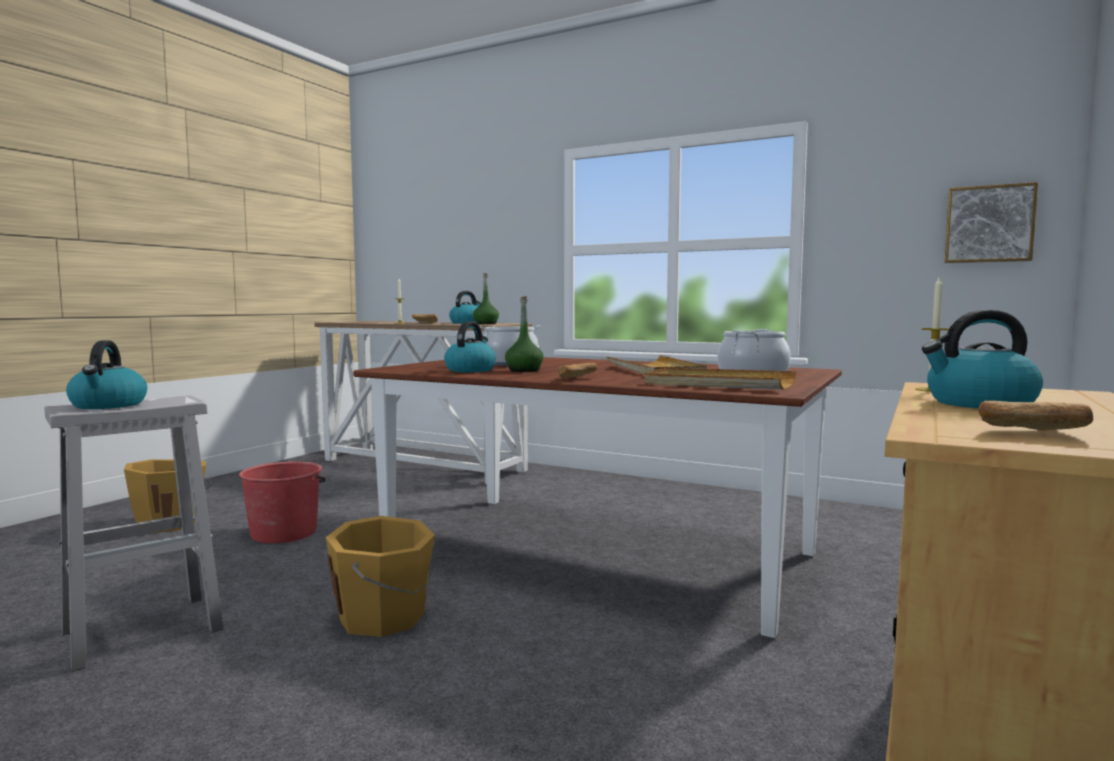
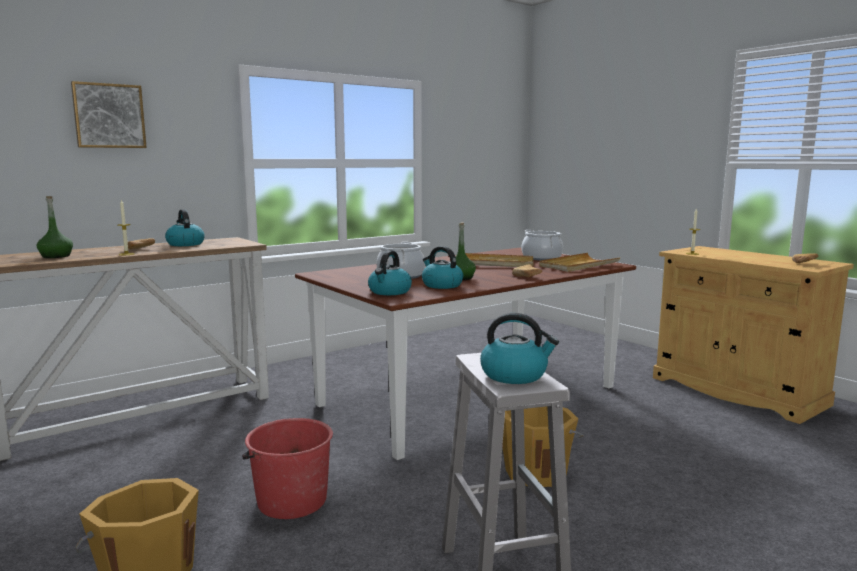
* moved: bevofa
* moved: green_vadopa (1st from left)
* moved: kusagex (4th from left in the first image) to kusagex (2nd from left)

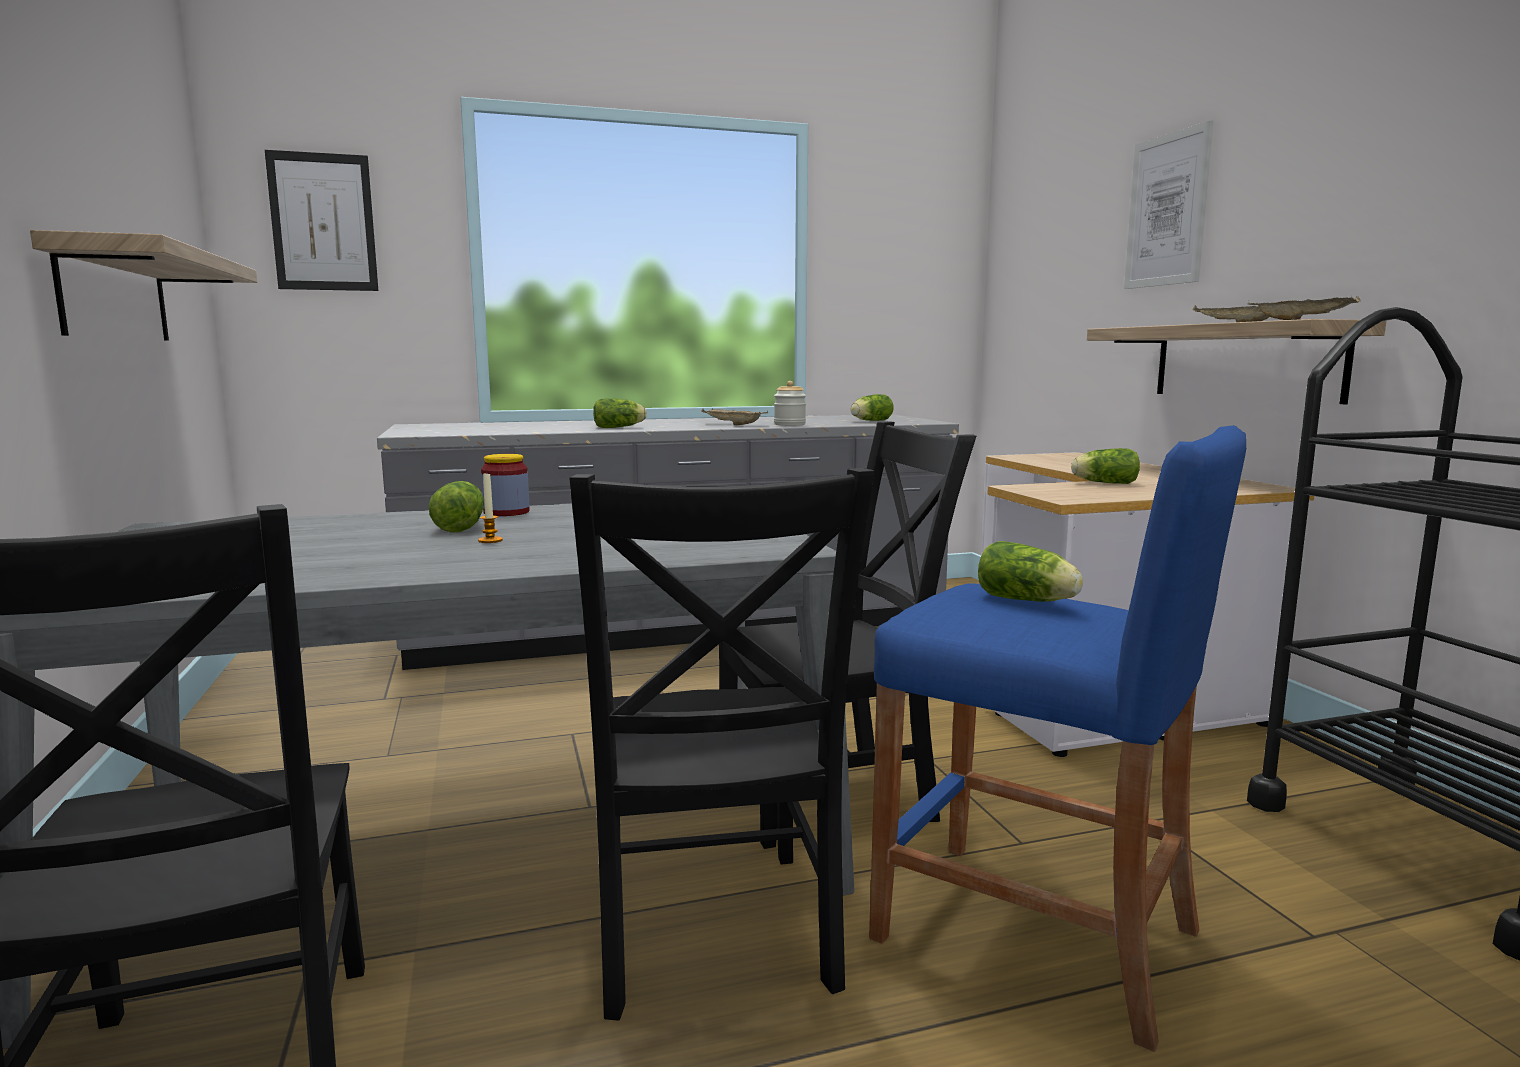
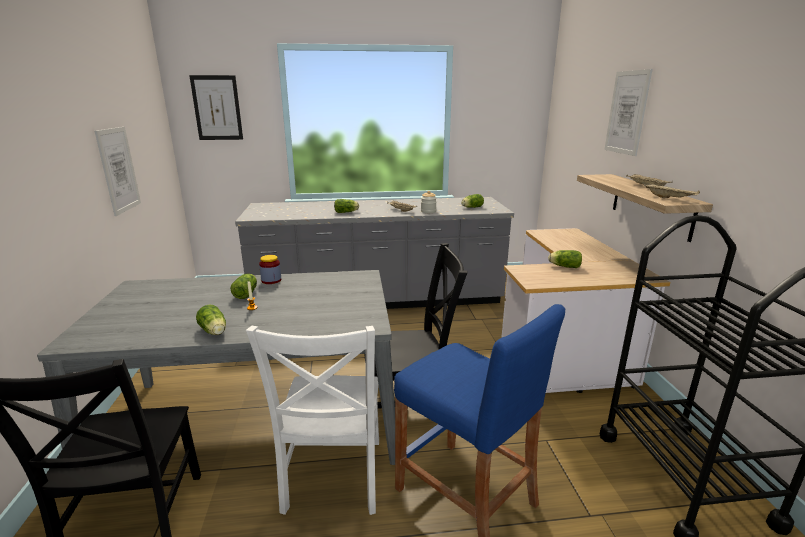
* replaced: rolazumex (1st from left) to bevofa (1st from left)
* recoloured: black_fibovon (2nd from left) to white_fibovon
* moved: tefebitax (4th from left in the first image) to tefebitax (1st from left)

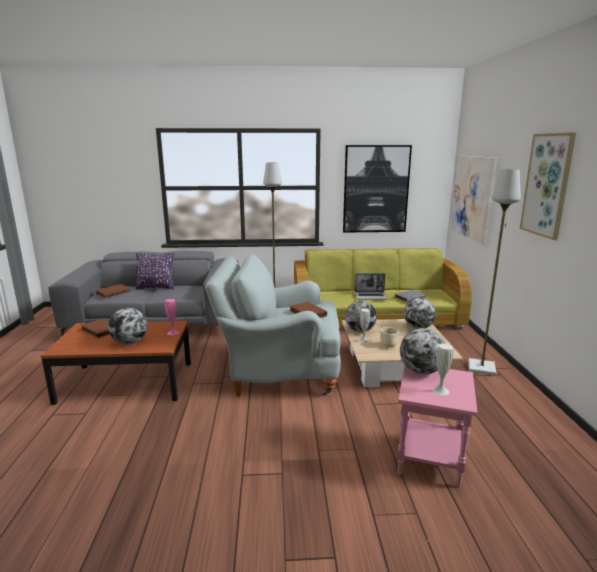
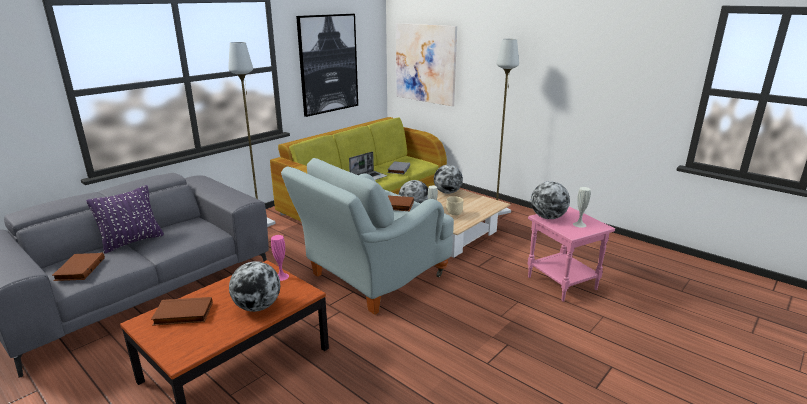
* removed: bevofa (3rd from left)

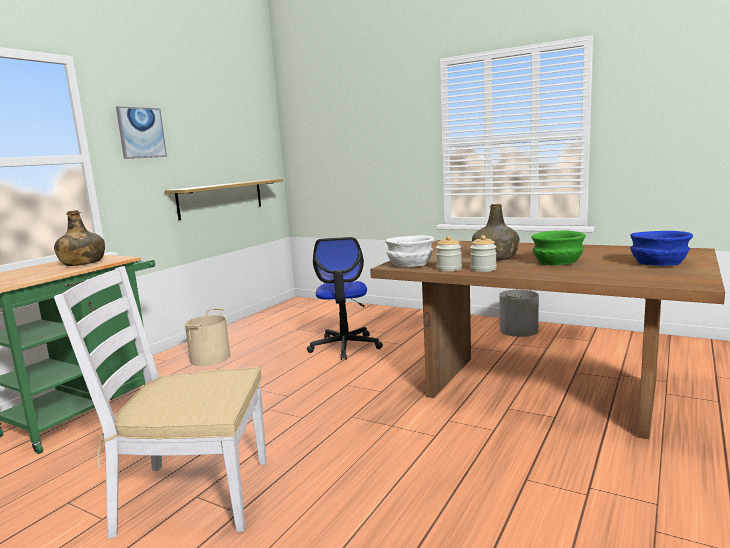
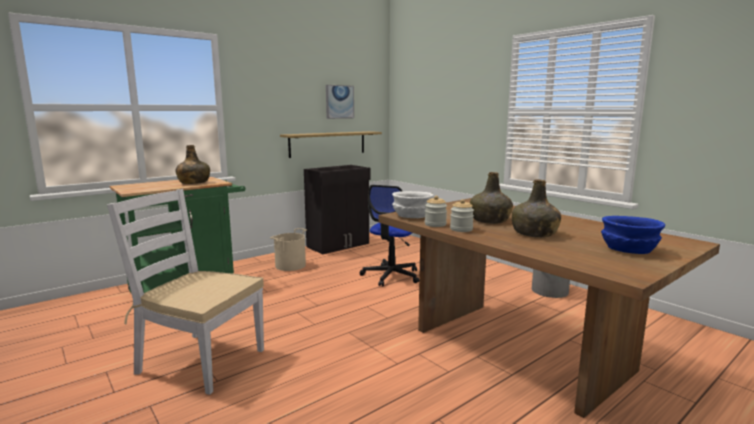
* moved: bevofa
* replaced: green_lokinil to green_vadopa (3rd from left)
* added: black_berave

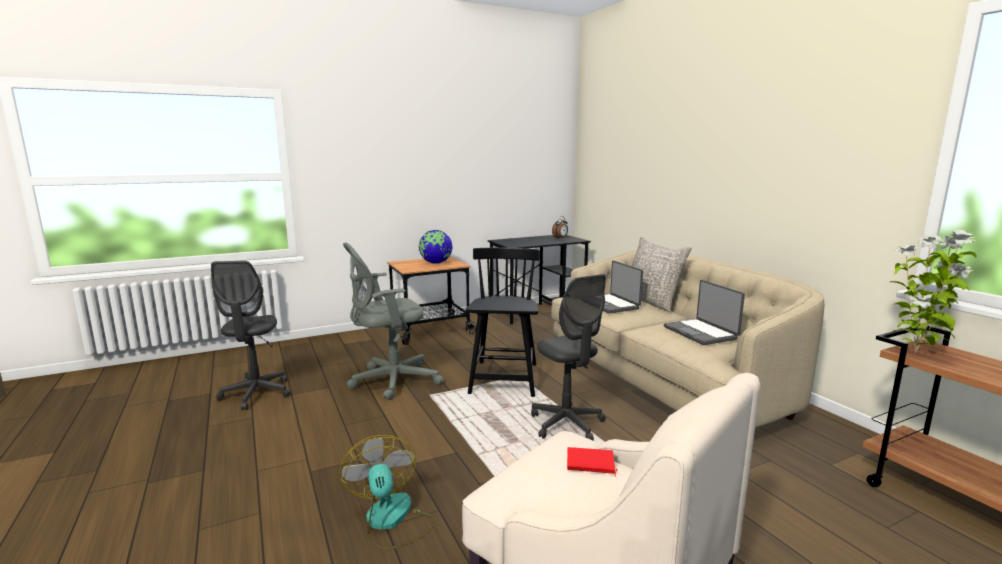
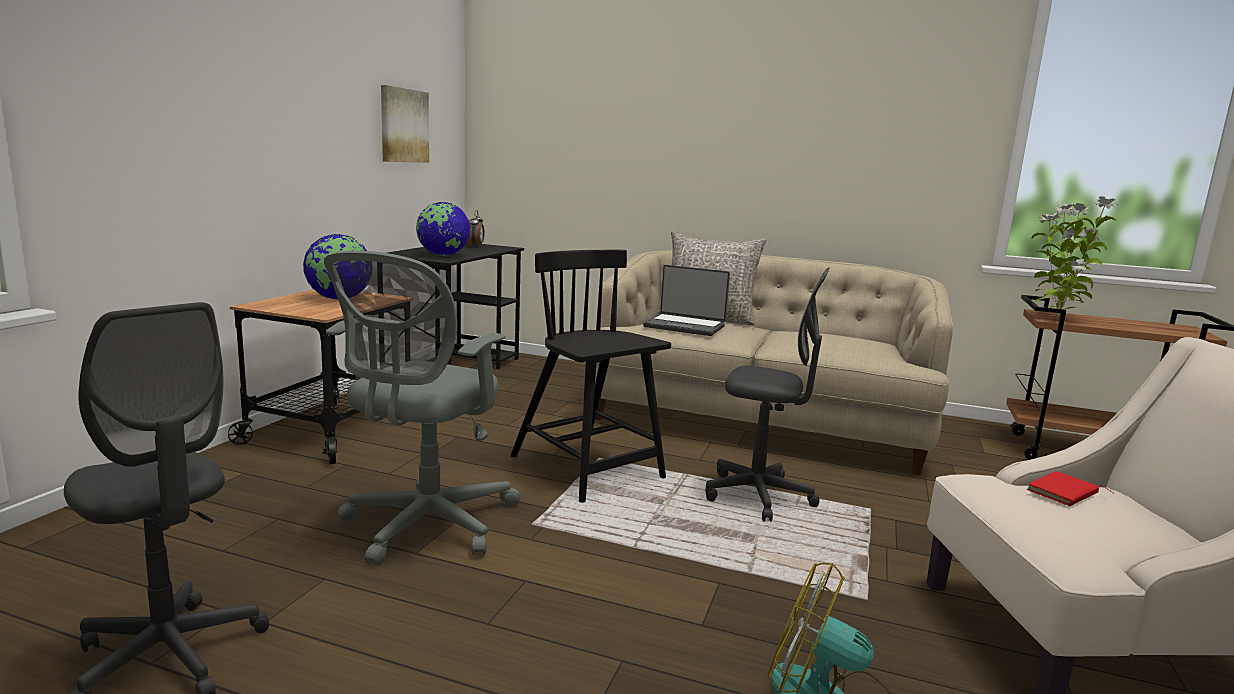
* removed: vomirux (2nd from left)
* added: bevofa
* added: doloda (2nd from left)

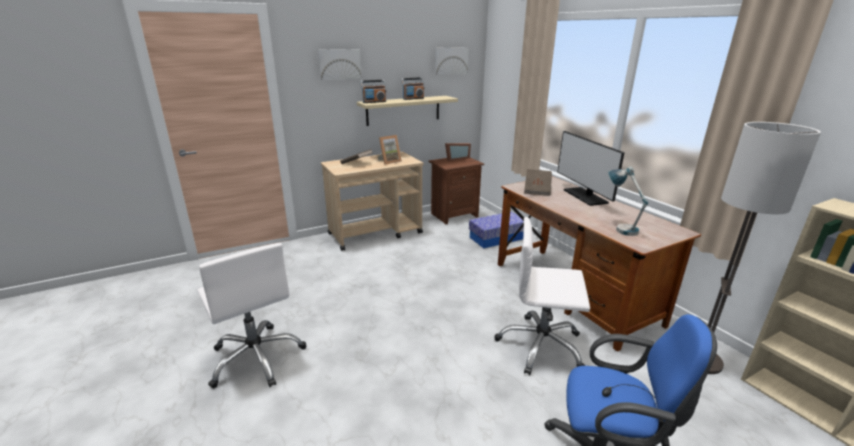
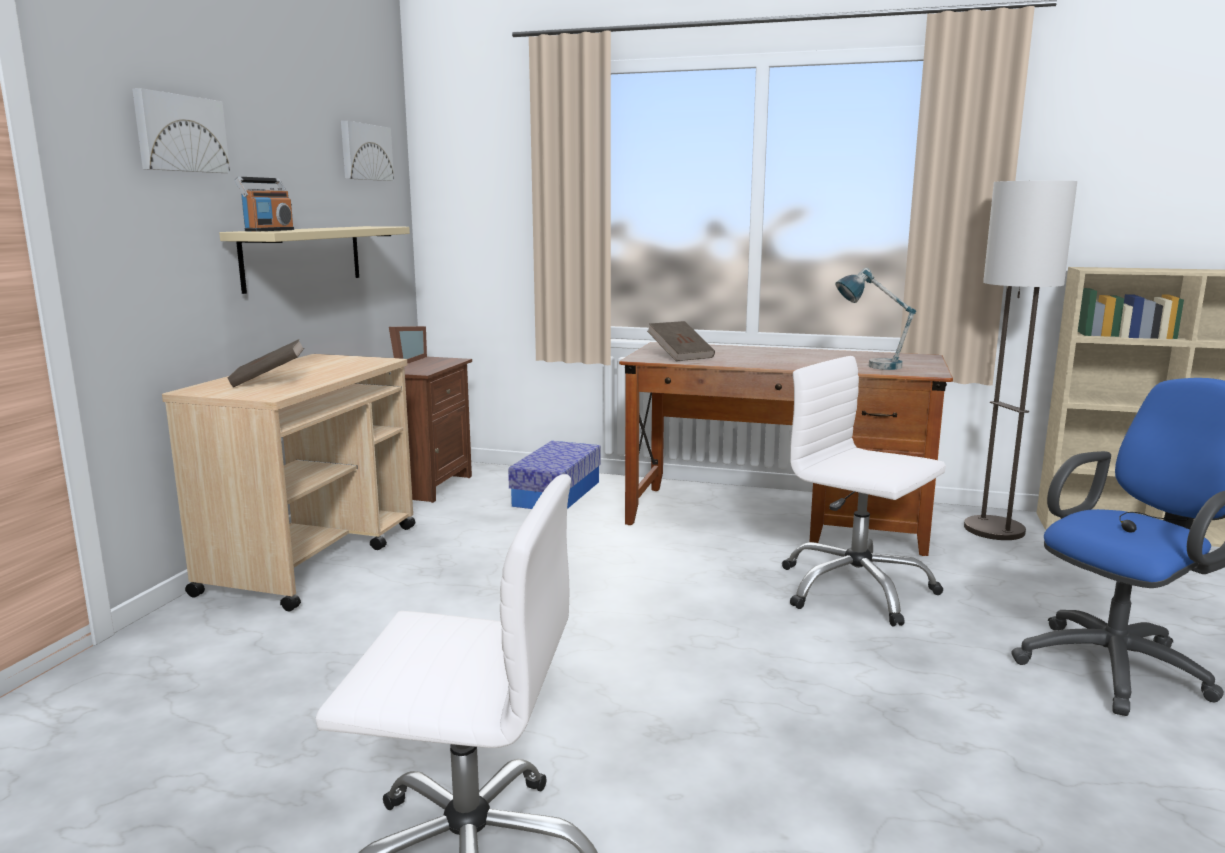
* removed: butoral (2nd from left)
* removed: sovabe
* removed: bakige (1st from left)
* turned: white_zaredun (2nd from left) 75 degrees clockwise

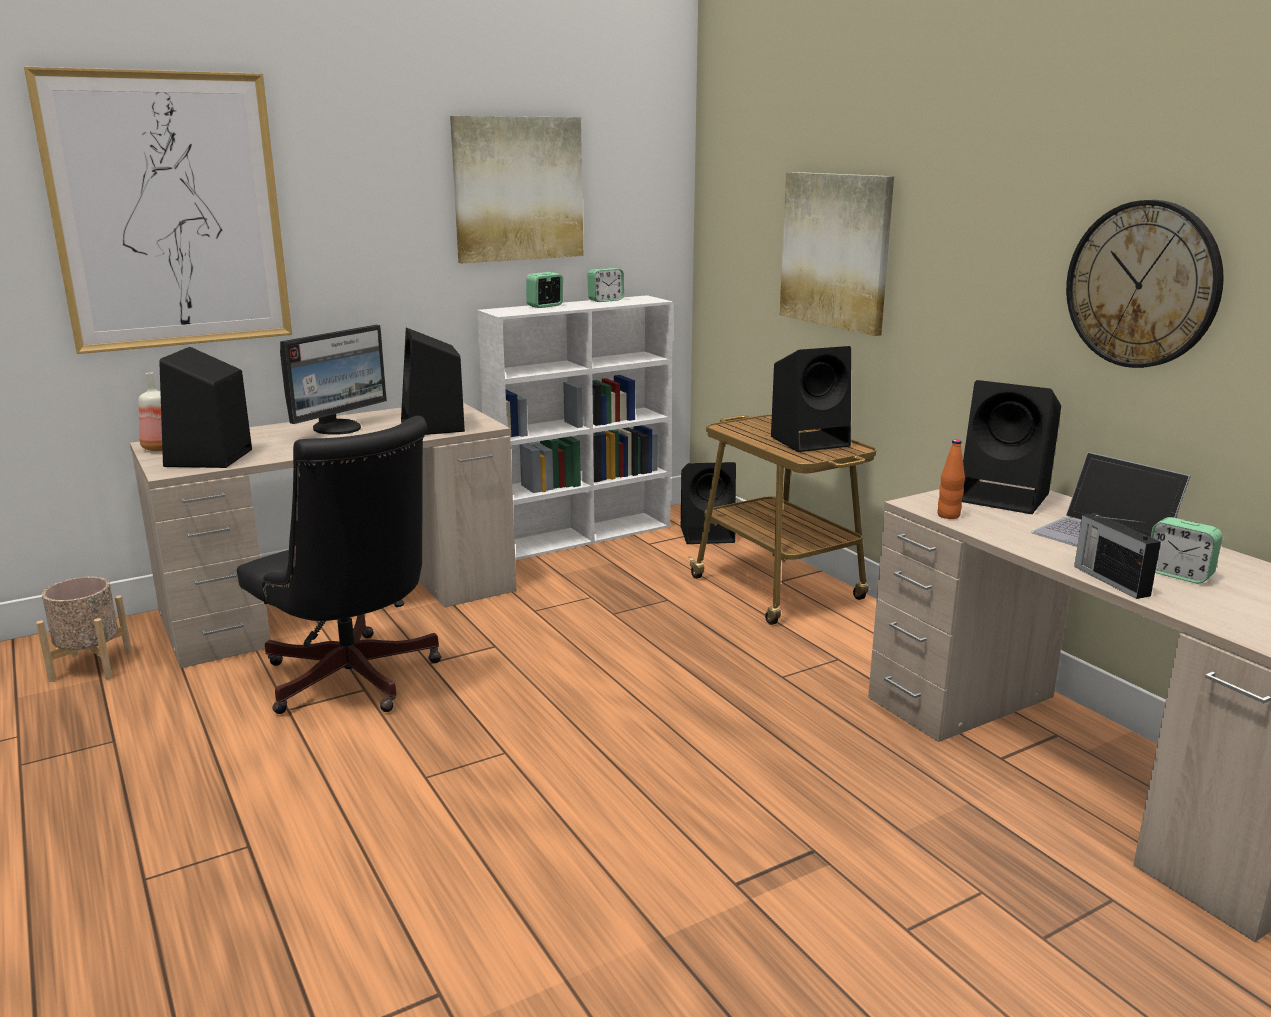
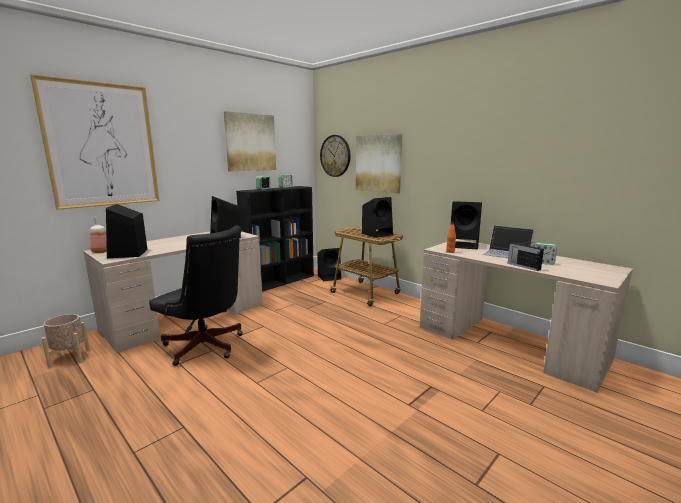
* moved: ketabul
* recoloured: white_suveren to black_suveren
* removed: sovabe

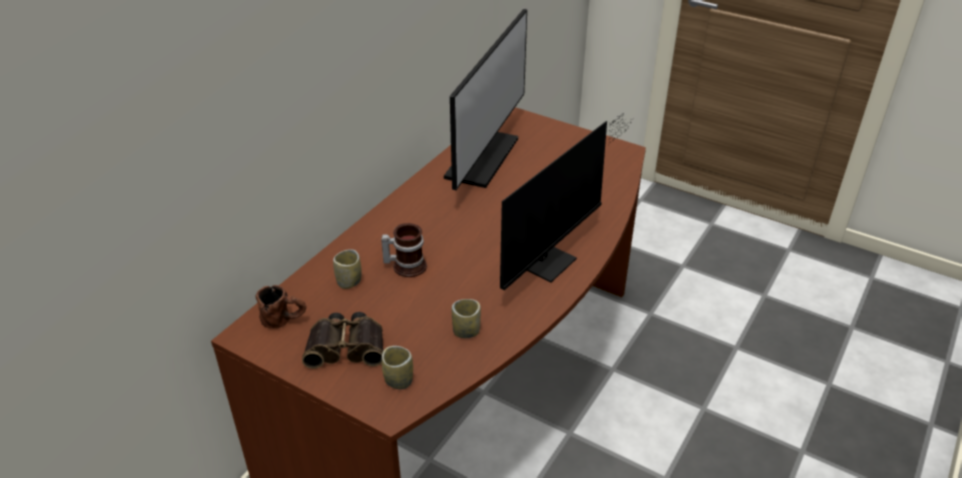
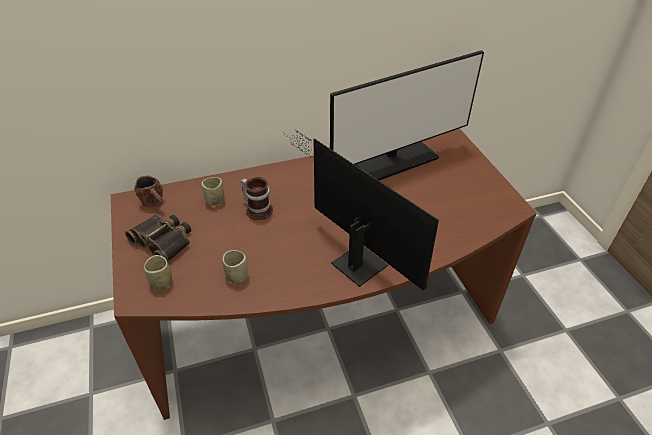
* turned: sovabe (2nd from left in the first image) 120 degrees counterclockwise

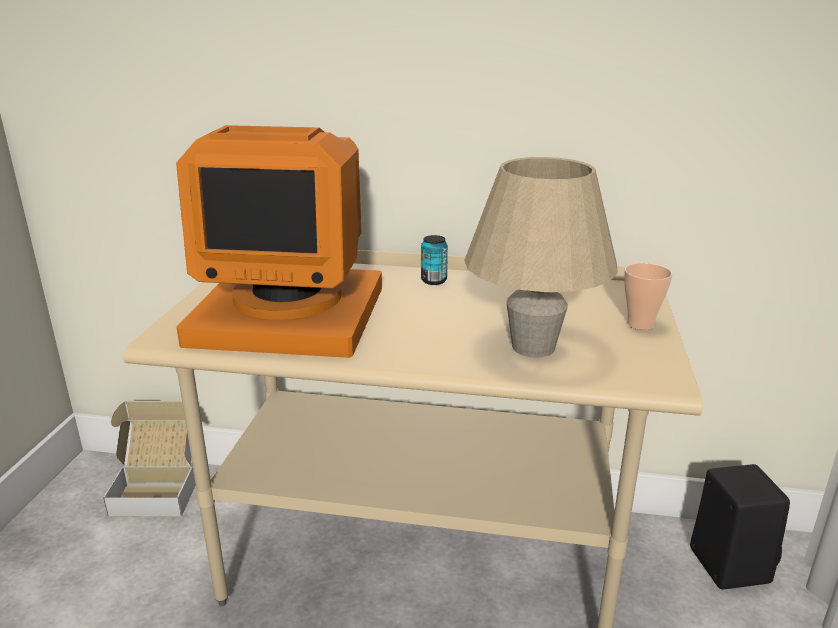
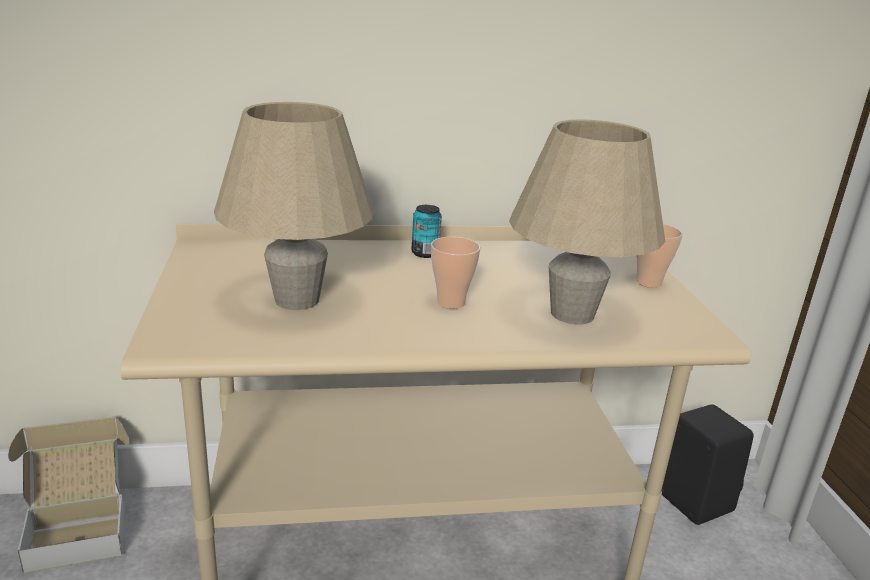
* replaced: sovabe to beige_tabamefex (1st from left)
* added: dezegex (1st from left)

